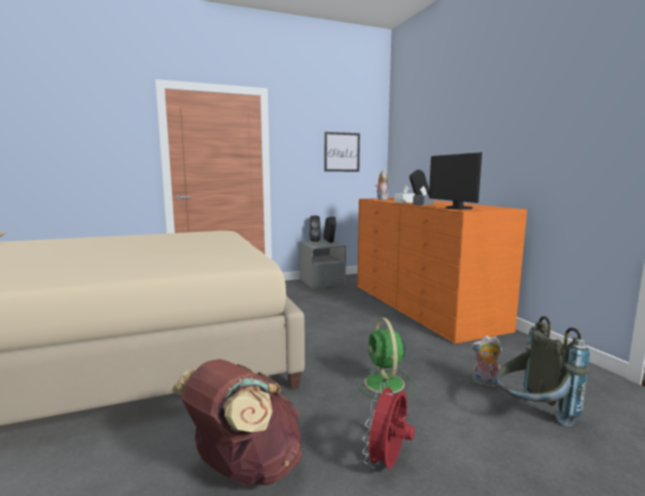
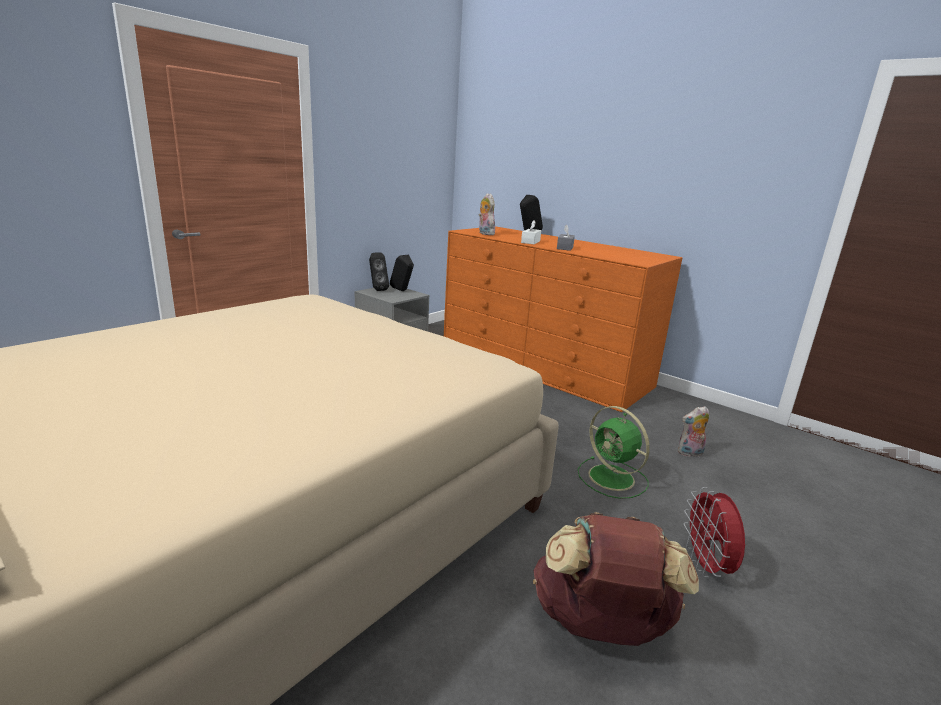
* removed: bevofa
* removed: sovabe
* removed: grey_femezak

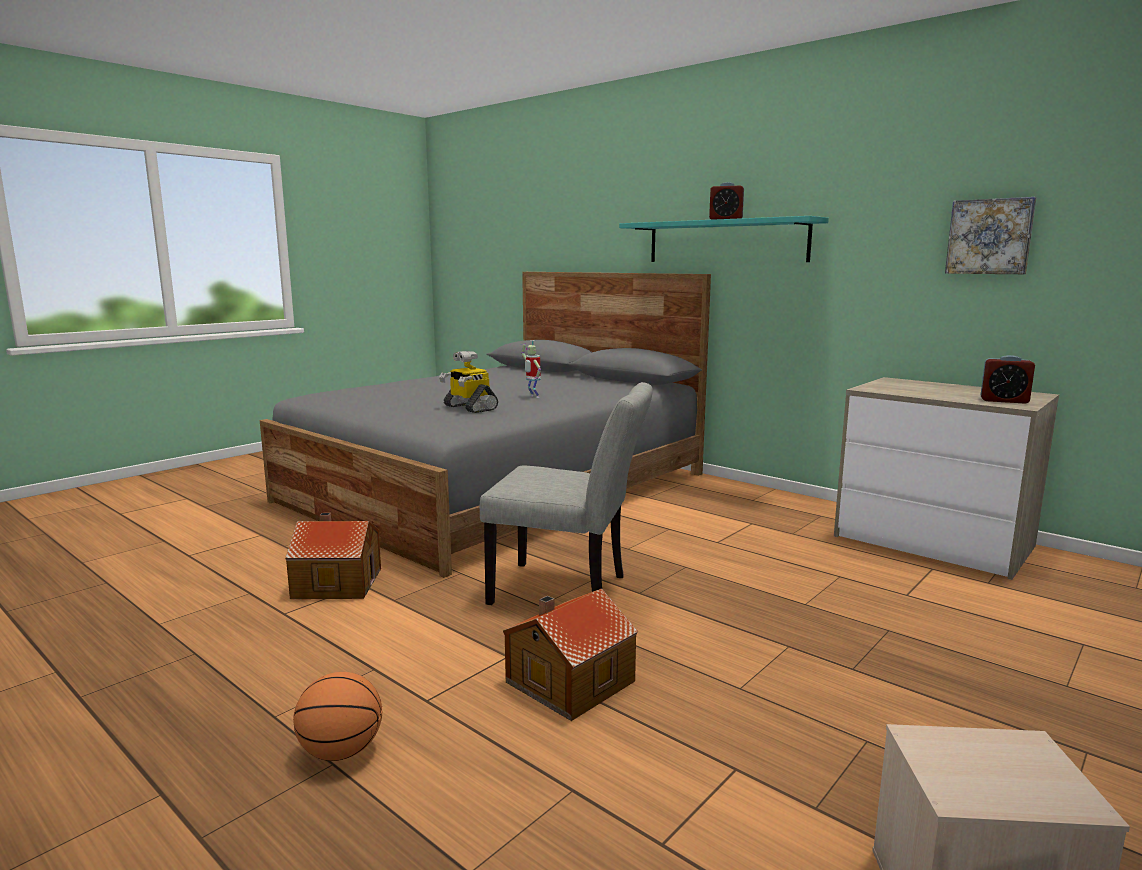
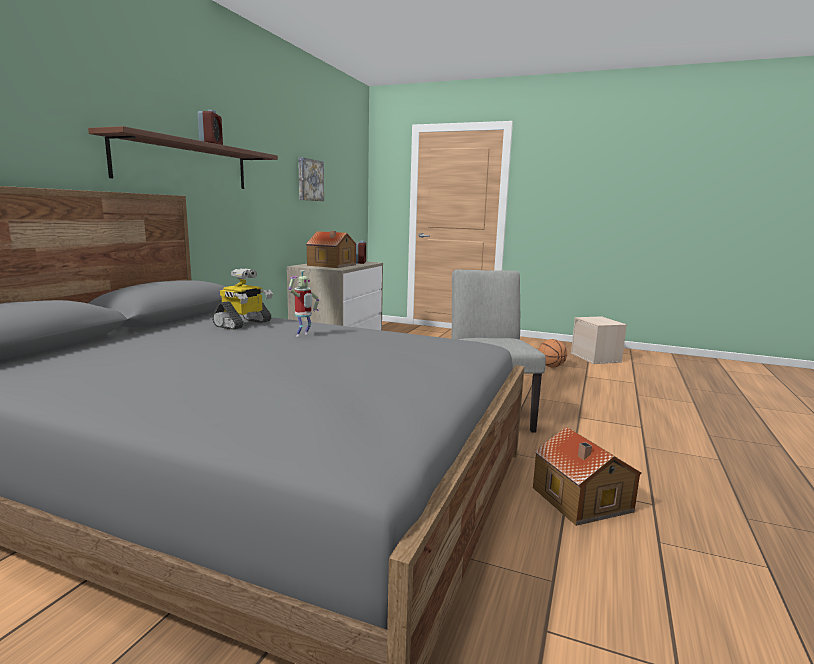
* recoloured: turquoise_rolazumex to brown_rolazumex
* moved: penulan (1st from left)
* moved: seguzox (2nd from left in the first image) to seguzox (1st from left)
* moved: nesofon

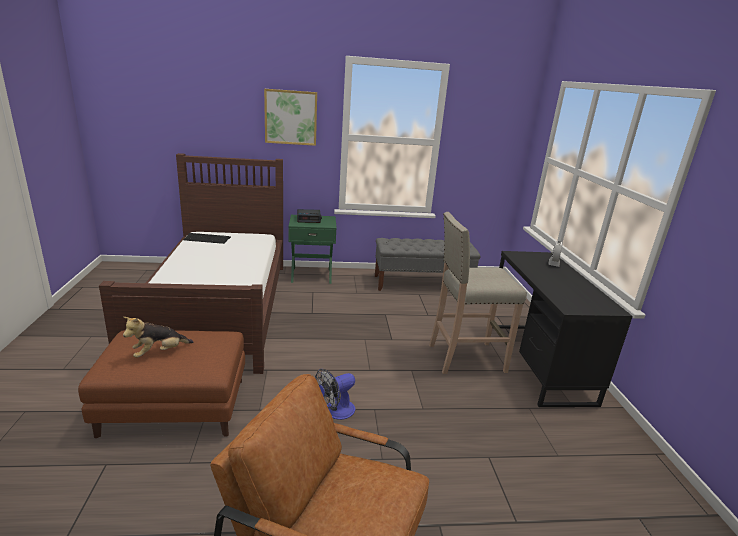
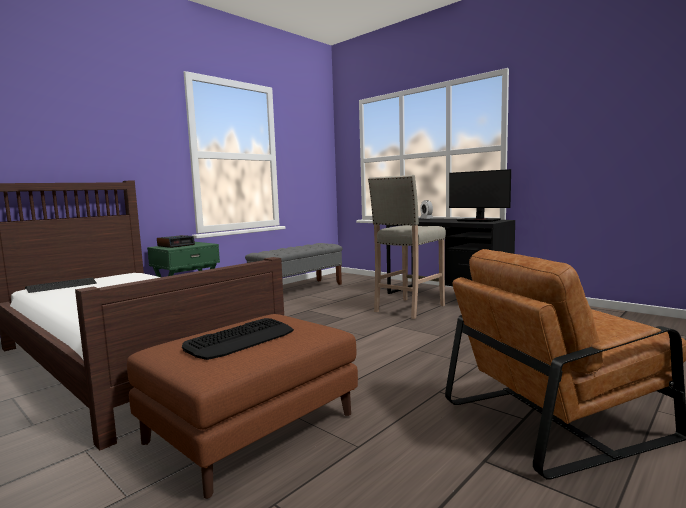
* removed: bevofa
* replaced: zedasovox to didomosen (2nd from left)
* removed: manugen
* added: sovabe

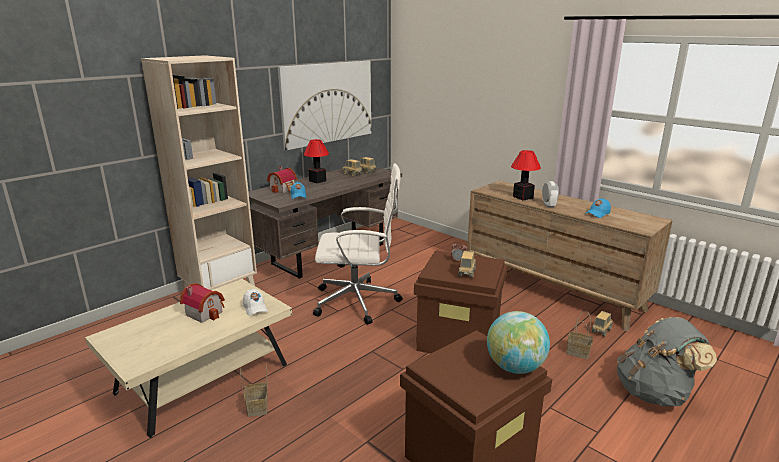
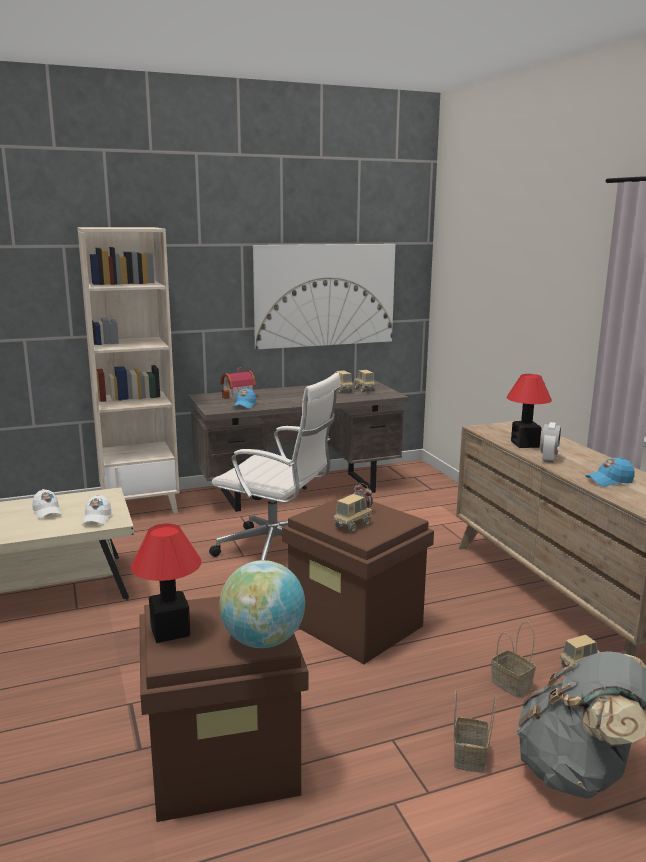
* moved: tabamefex (1st from left)
* replaced: seguzox (1st from left) to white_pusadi (1st from left)
* moved: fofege (1st from left)

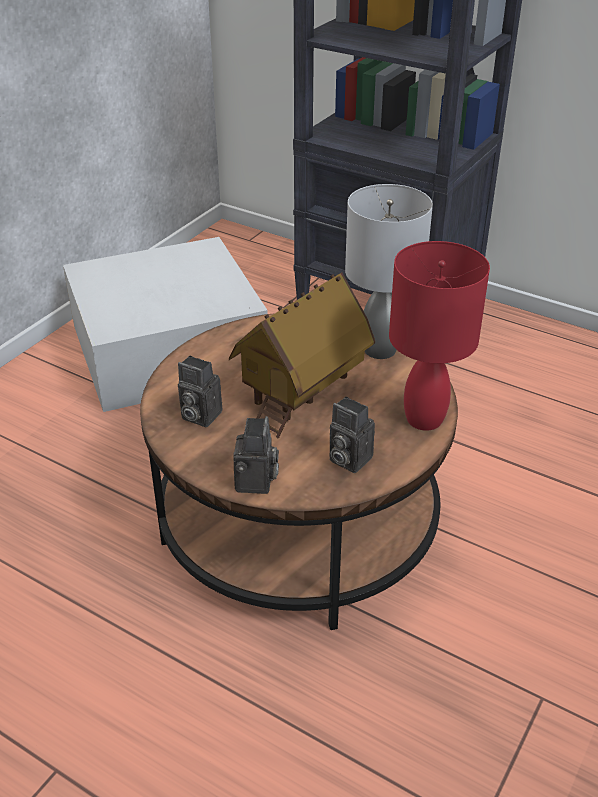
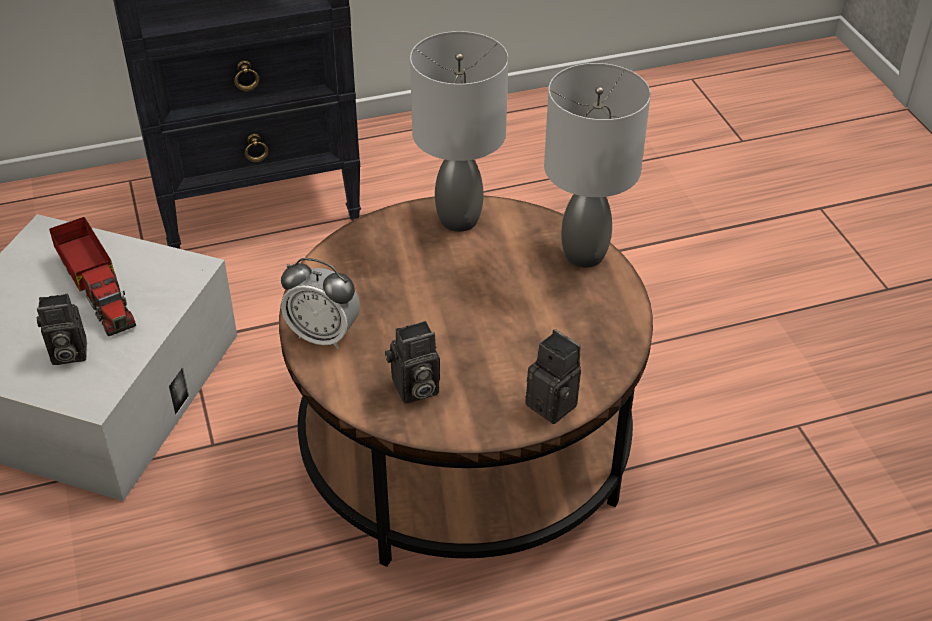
* recoloured: red_tabamefex to grey_tabamefex (2nd from left)
* removed: seguzox
* moved: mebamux (3rd from left in the first image) to mebamux (1st from left)
* added: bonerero
* added: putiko

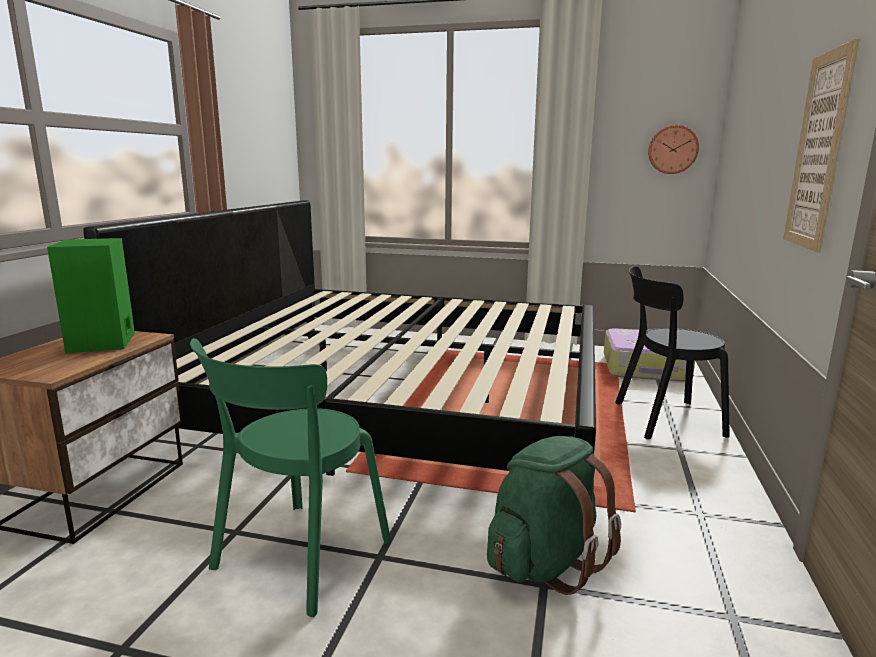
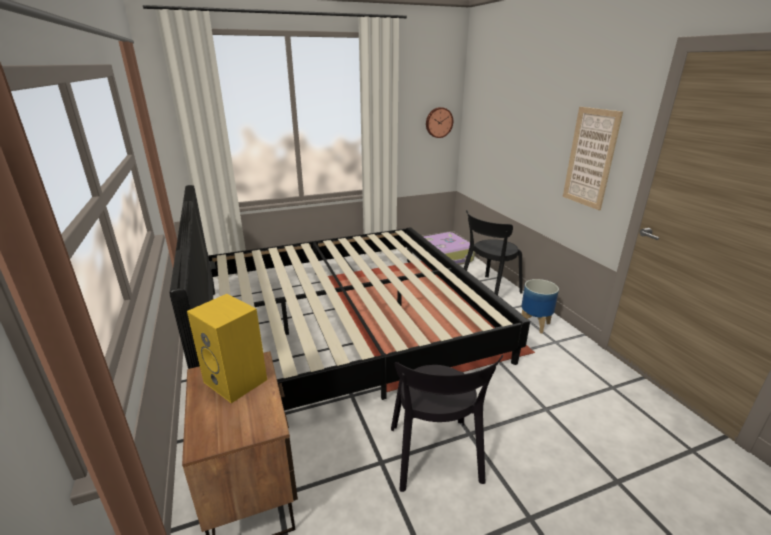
* recoloured: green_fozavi to yellow_fozavi
* recoloured: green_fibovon to black_fibovon (1st from left)
* removed: green_femezak
* added: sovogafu

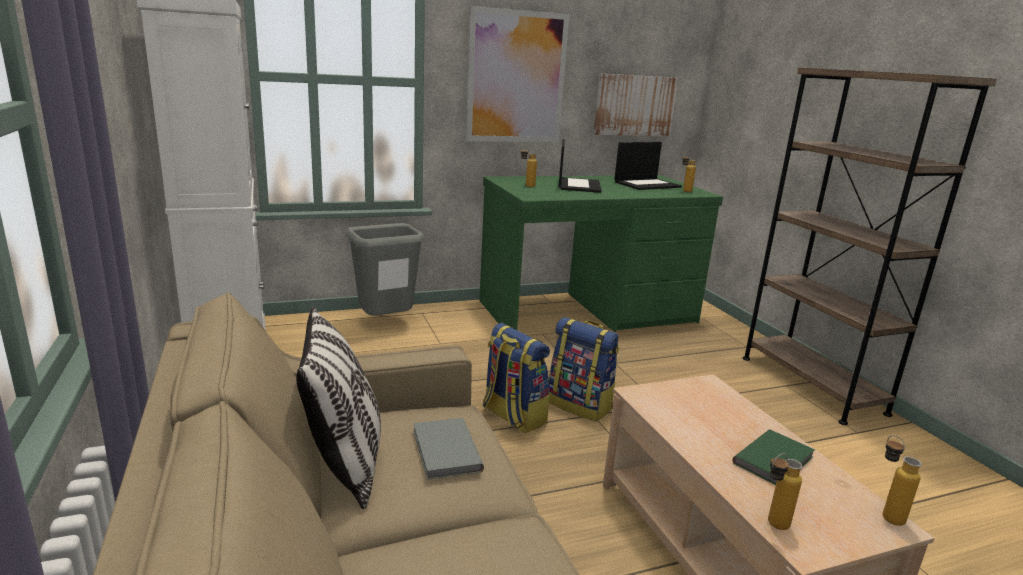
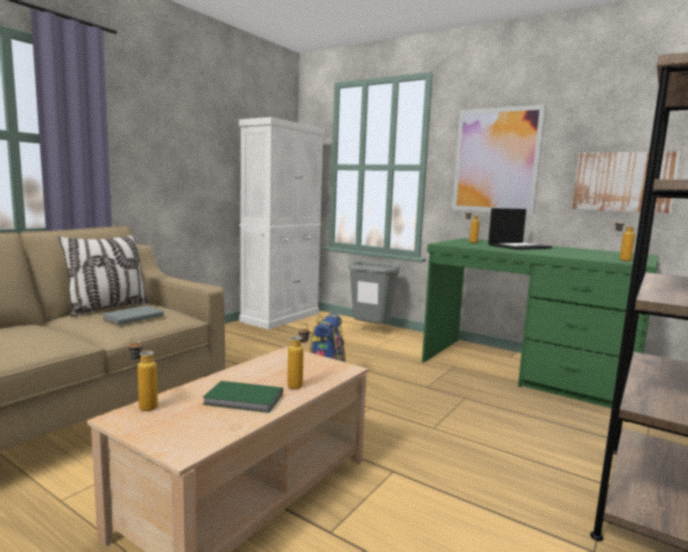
* removed: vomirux (2nd from left)
* removed: femezak (2nd from left)
* moved: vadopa (4th from left in the first image) to vadopa (2nd from left)

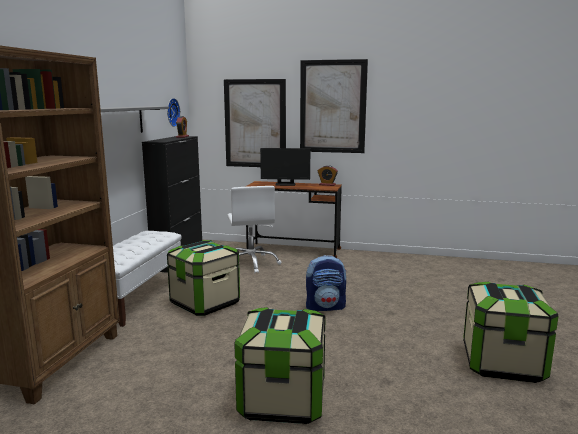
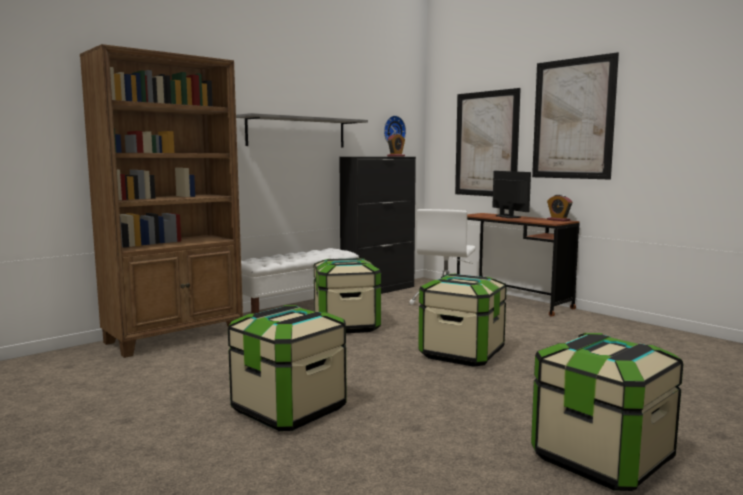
* turned: sovabe 150 degrees counterclockwise
* replaced: femezak to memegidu (3rd from left)

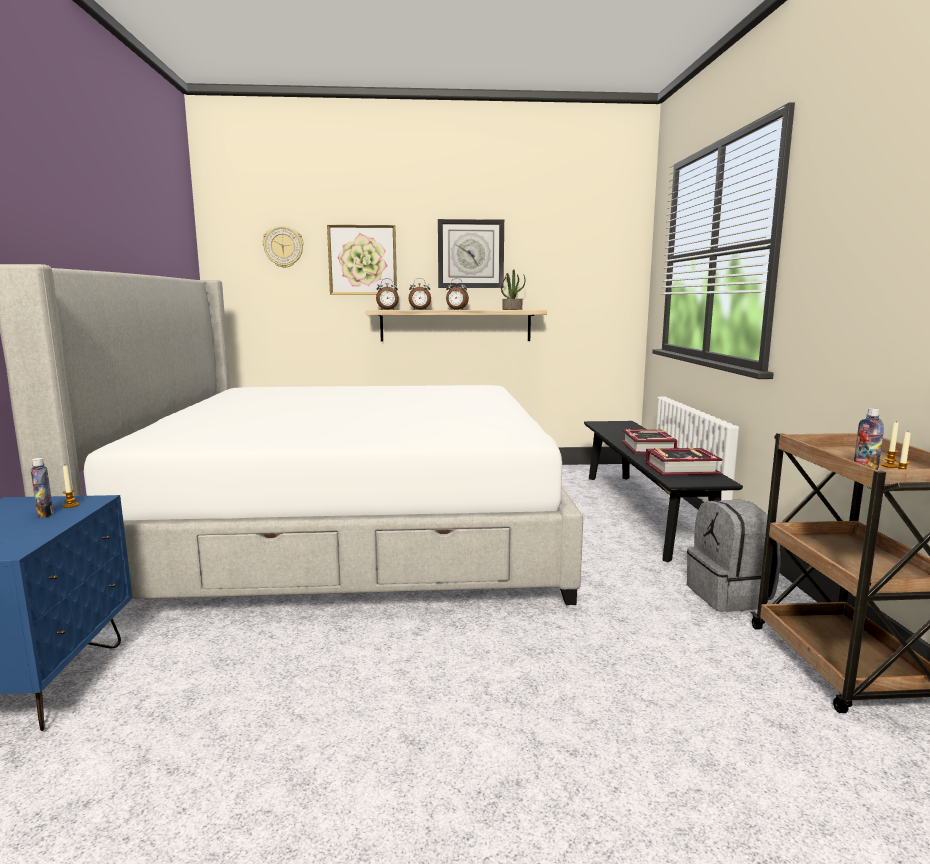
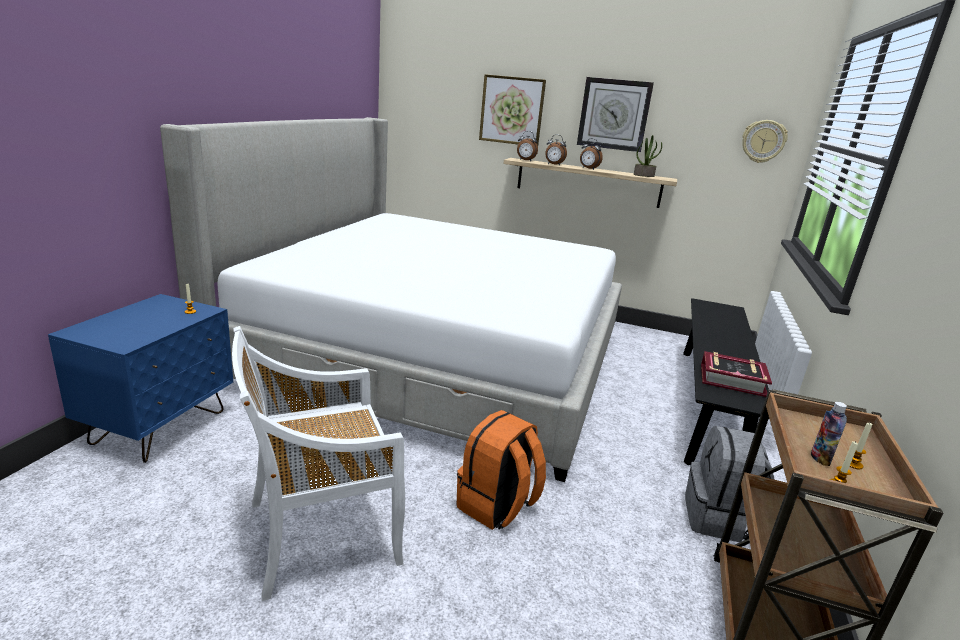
* moved: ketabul (1st from left in the first image) to ketabul (2nd from left)
* removed: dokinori (1st from left)
* removed: vadopa (1st from left)
* added: white_fibovon
* added: orange_femezak

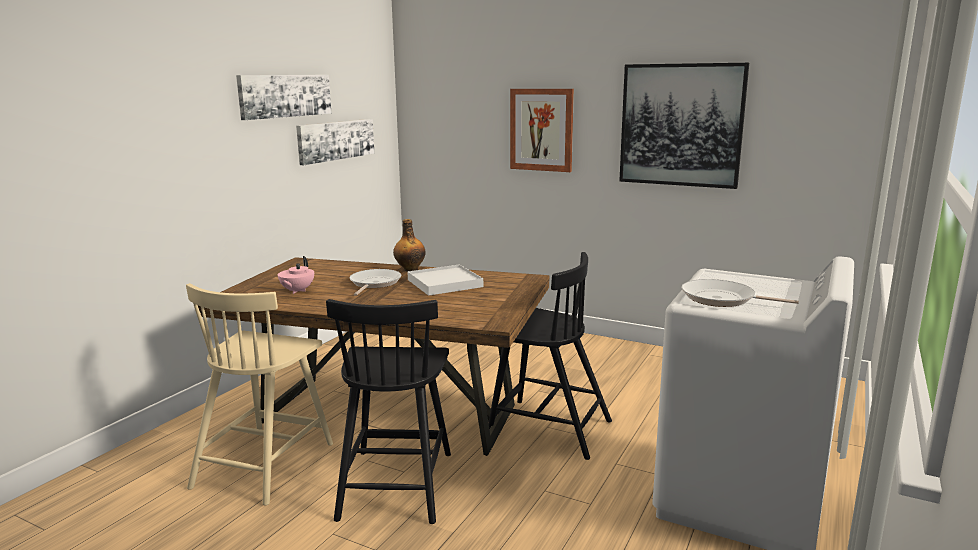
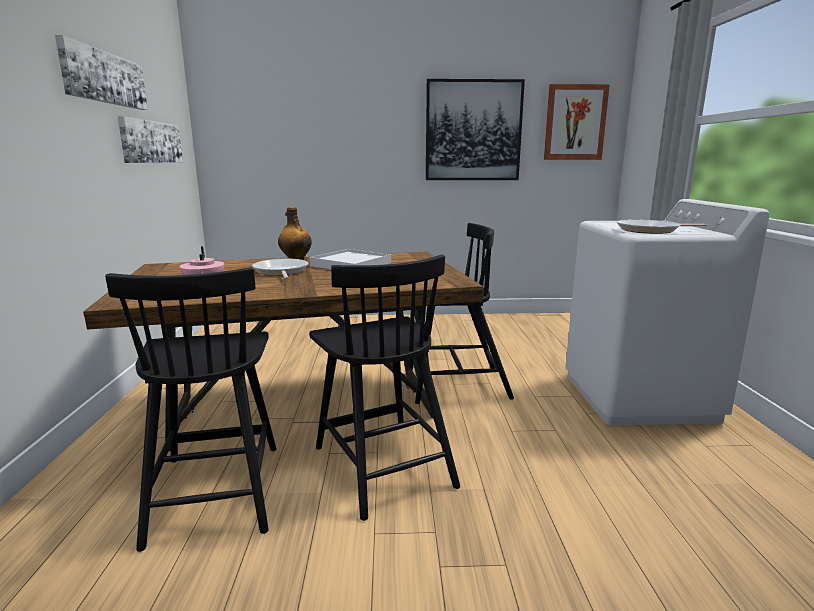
* moved: bevofa (3rd from left in the first image) to bevofa (4th from left)
* recoloured: beige_fibovon to black_fibovon (1st from left)

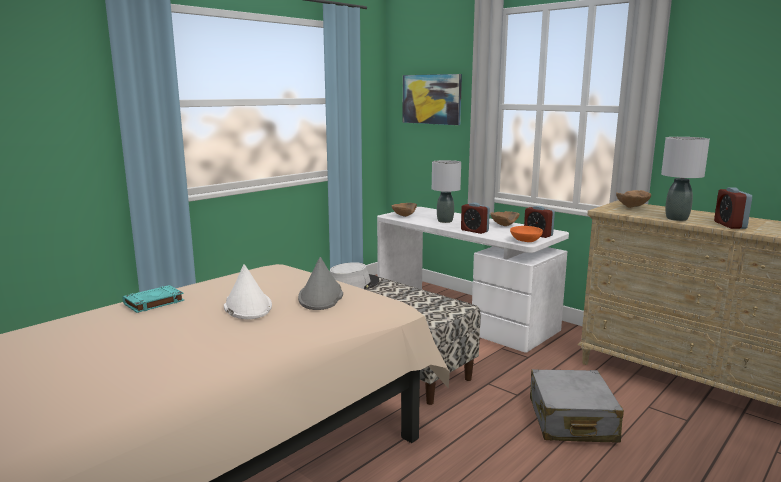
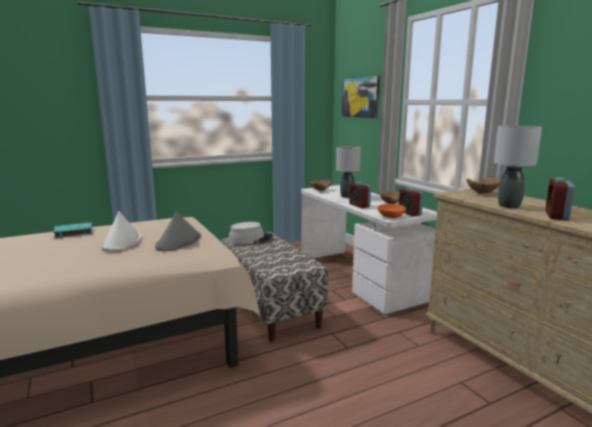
* removed: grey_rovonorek

